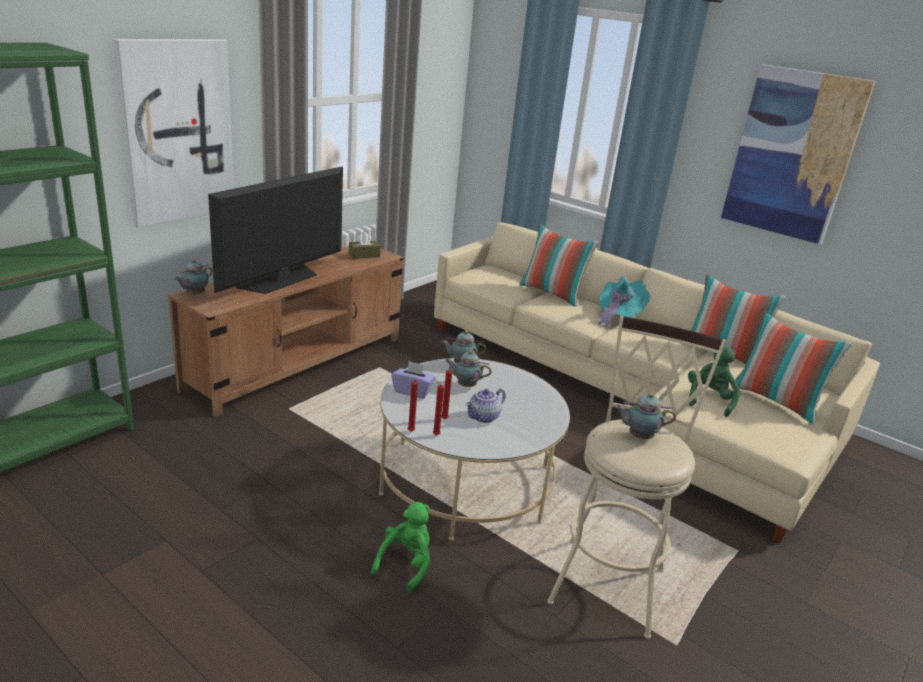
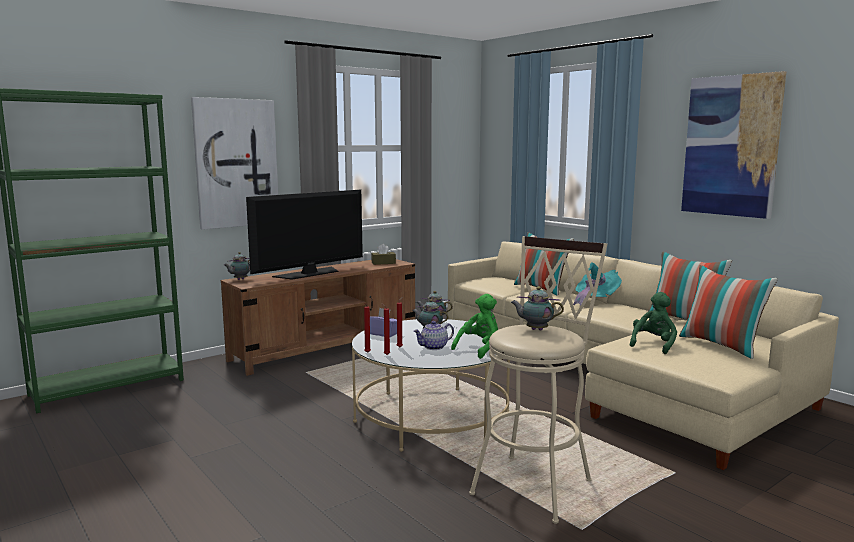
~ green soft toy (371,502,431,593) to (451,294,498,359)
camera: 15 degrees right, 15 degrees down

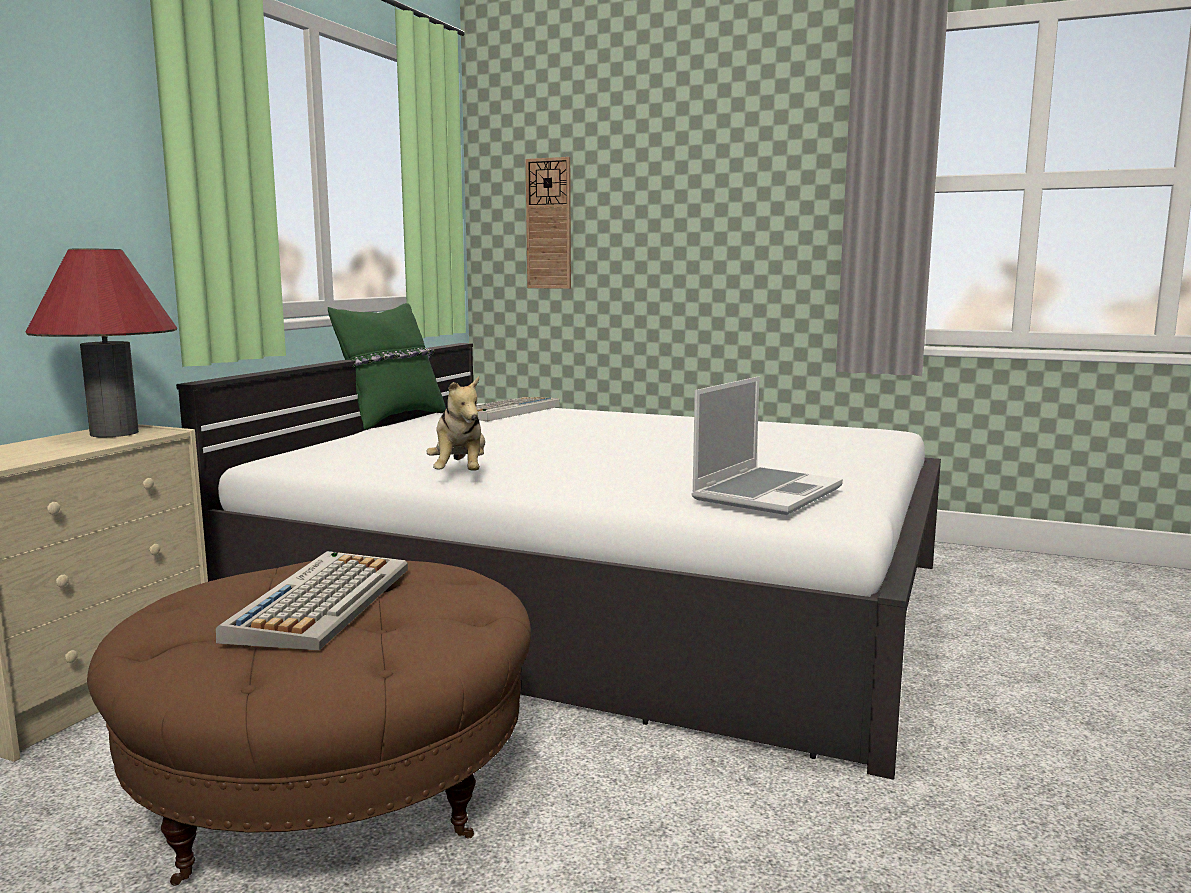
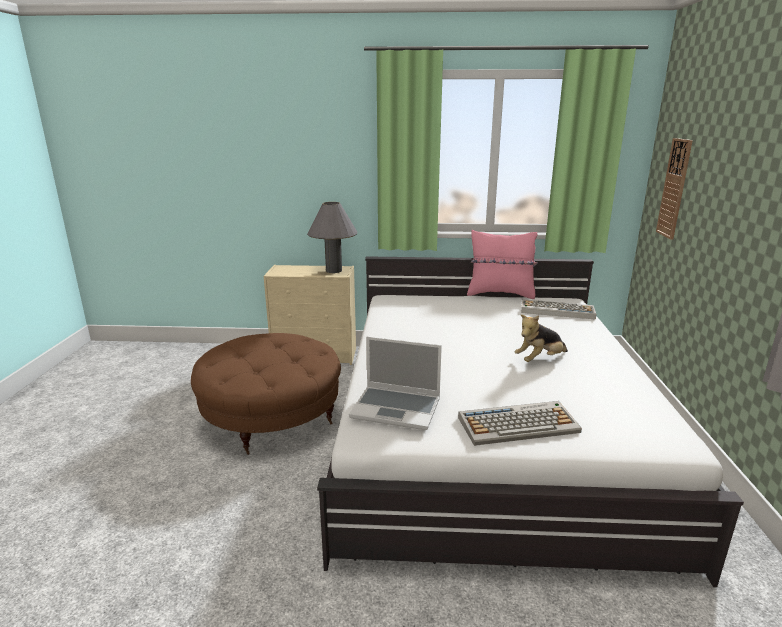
~ red-coloured tabletop lamp (26,249,177,437) to gray tabletop lamp (307,202,357,273)
~ keyboard (216,551,408,650) to (458,401,582,446)
~ green pillow (328,303,446,430) to pink-coloured pillow (467,230,538,299)
~ soft toy (426,377,485,471) to (515,315,568,362)
camera: 70 degrees right, 10 degrees up

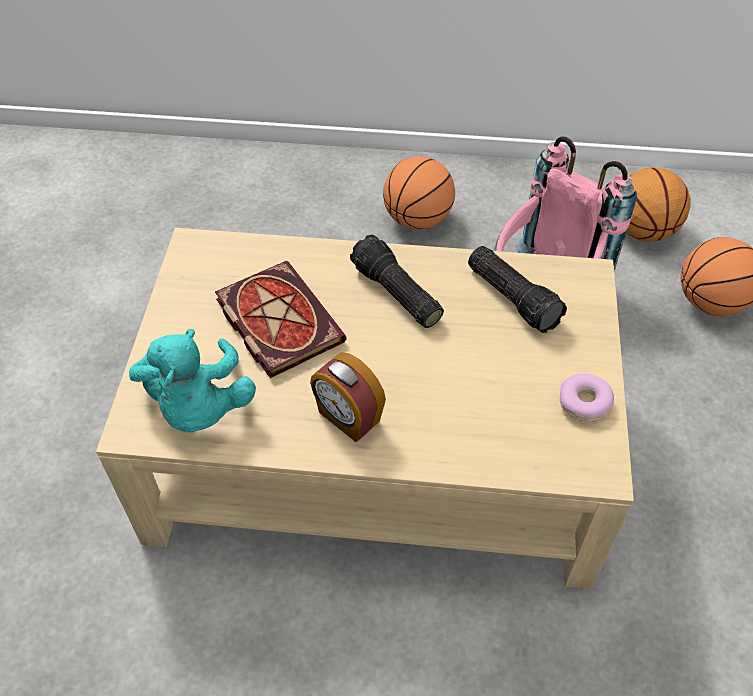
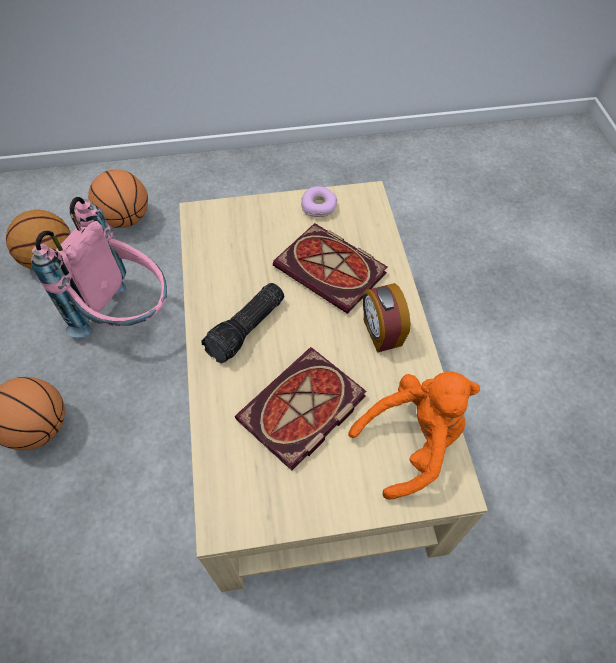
~ blue-green soft toy (129,329,256,432) to orange soft toy (348,372,480,499)
~ alarm clock (310,352,386,442) = (363,283,411,353) 135 degrees clockwise
- hand torch (468,246,567,333)
+ volume (273,223,387,314)
camera: 105 degrees left, 5 degrees up

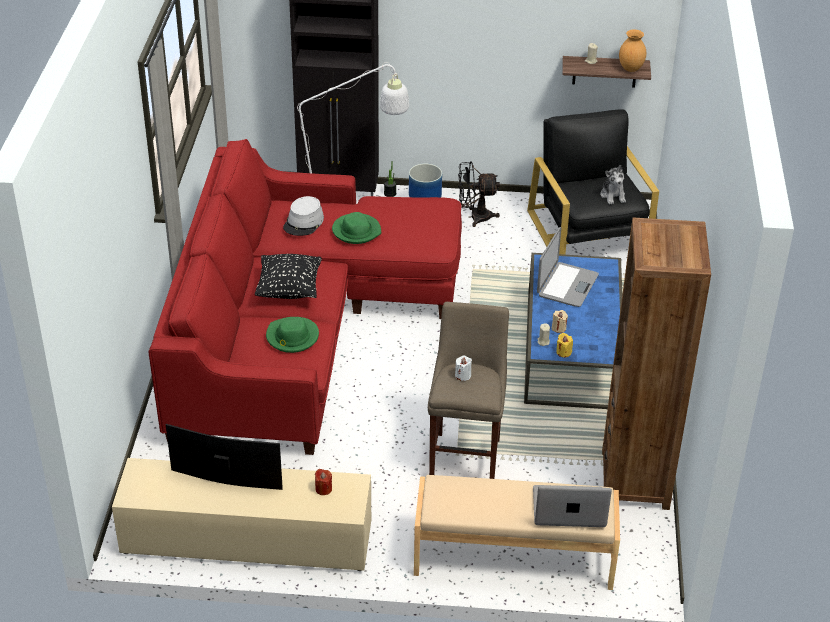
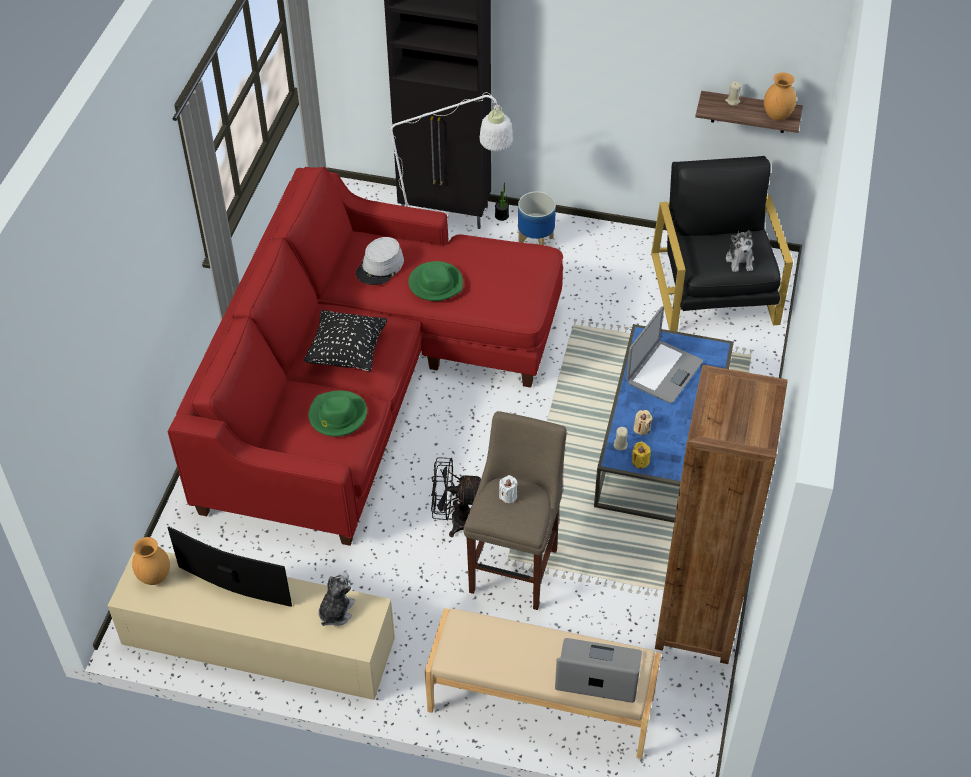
~ red-coloured wax light (315,469,332,495) to soft toy (318,572,355,626)
~ blackish fan (458,161,500,227) to (431,457,481,537)
+ brownish flower vase (132,537,170,585)
camera: 10 degrees right, 10 degrees up

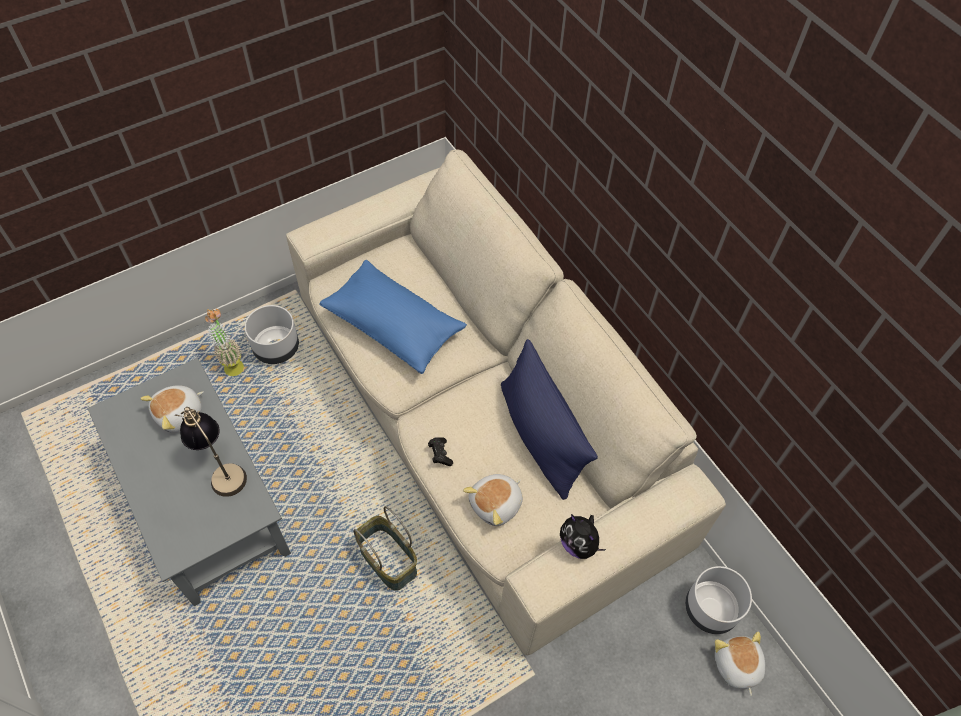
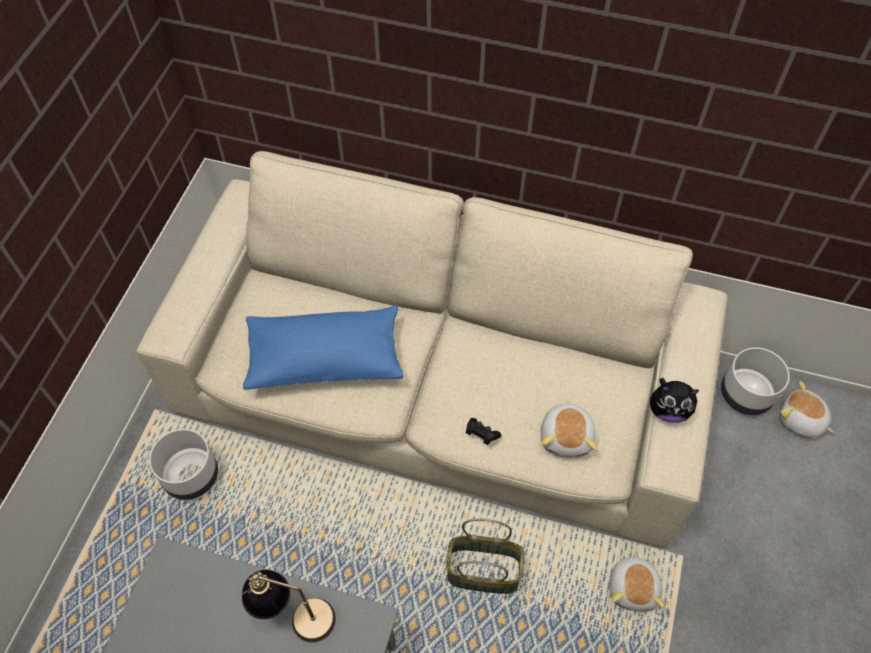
~ soft toy (140,385,204,433) to (609,552,665,611)
- potted plant (205,309,244,376)
- bluish pillow (501,339,598,500)
camera: 40 degrees left, 0 degrees up

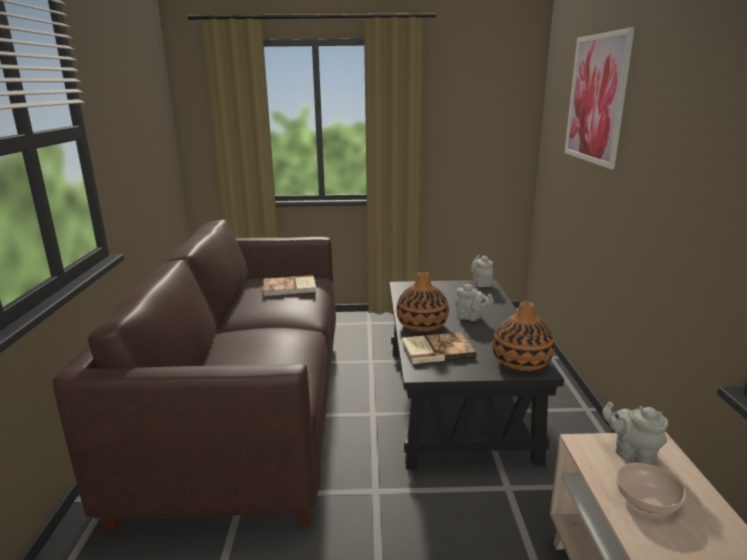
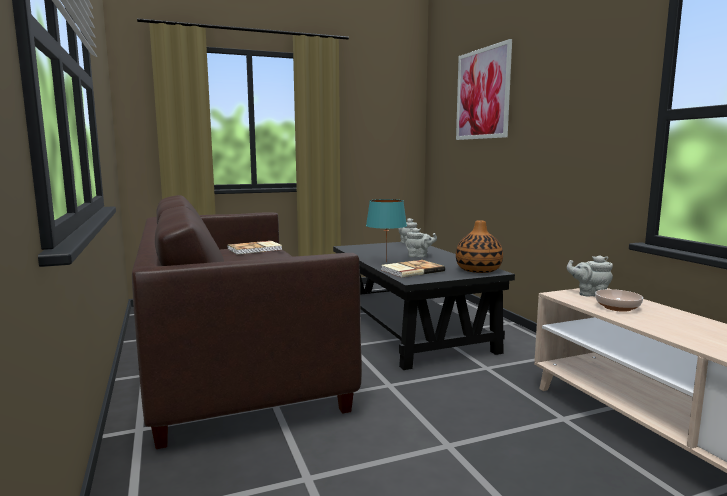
~ flower vase (397,272,449,332) to blue-green tabletop lamp (366,199,407,257)
camera: 20 degrees left, 10 degrees down

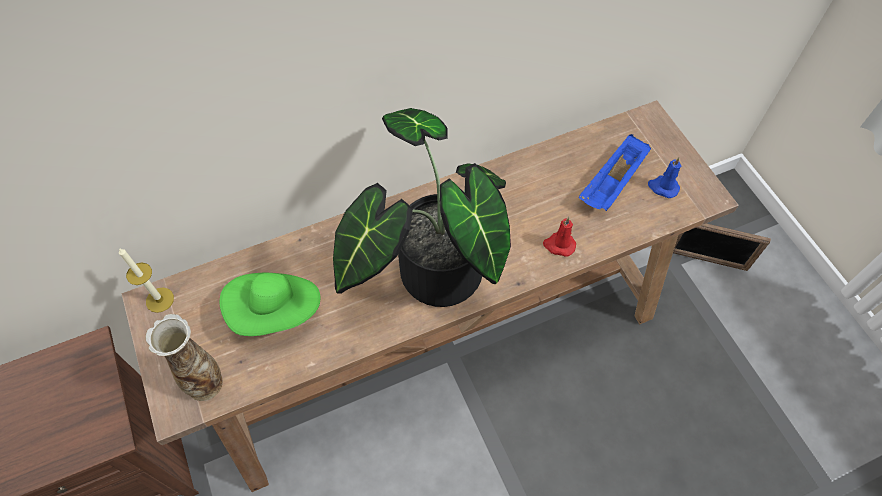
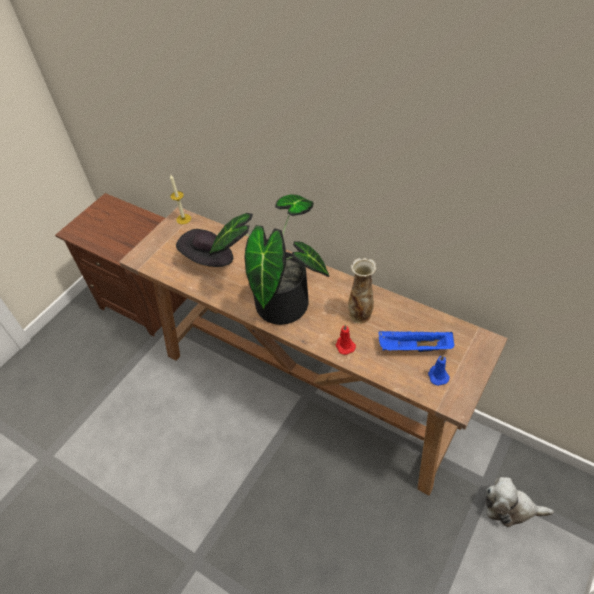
~ flower vase (145,314,223,401) to (348,258,377,324)
~ green hat (220,273,320,336) to blackish hat (176,229,233,267)
~ picture frame (673,223,771,271) to soft toy (486,477,554,527)
camera: 60 degrees right, 10 degrees down

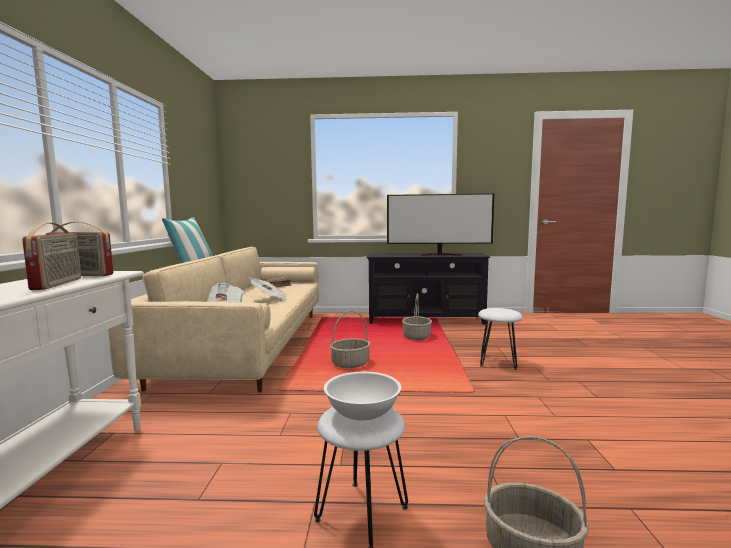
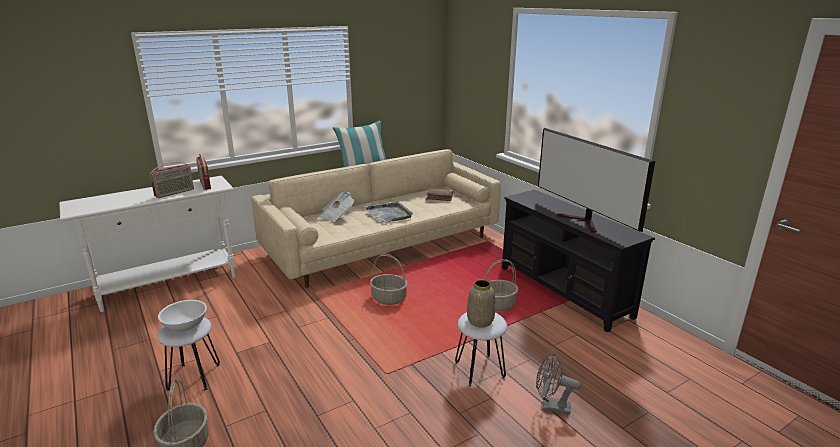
~ printed paper (249,277,287,300) to gray serving tray (364,201,413,223)
+ flower vase (467,280,496,328)
+ gray fan (536,353,581,415)
camera: 55 degrees right, 15 degrees up

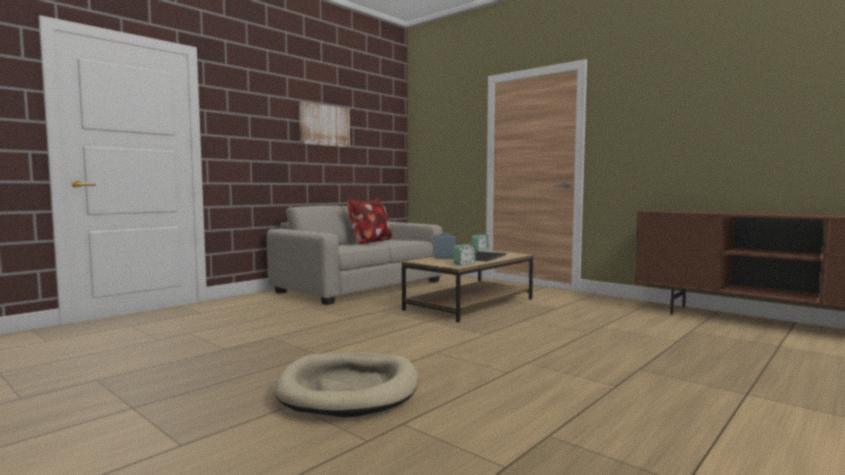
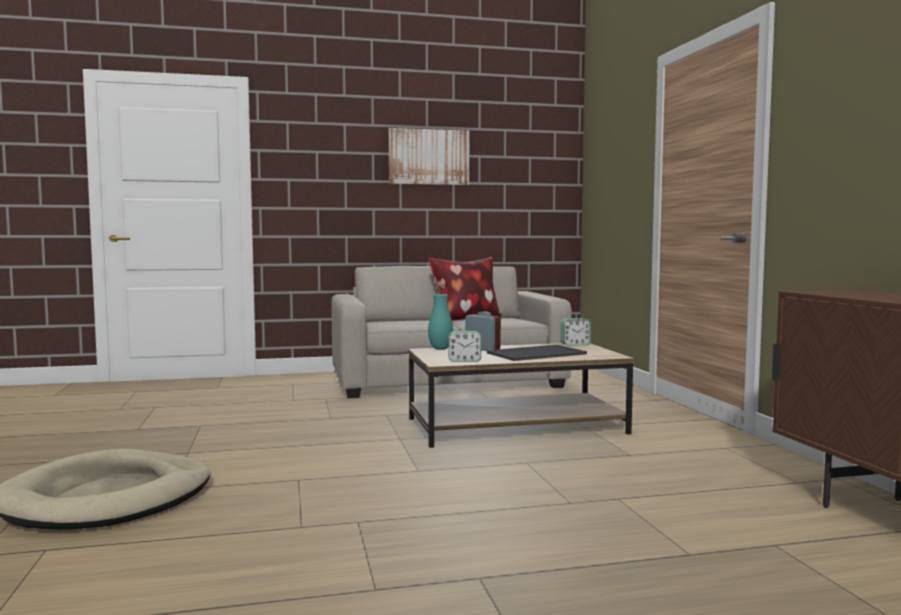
+ blue-green flower vase (428,294,453,350)
camera: 35 degrees right, 0 degrees up

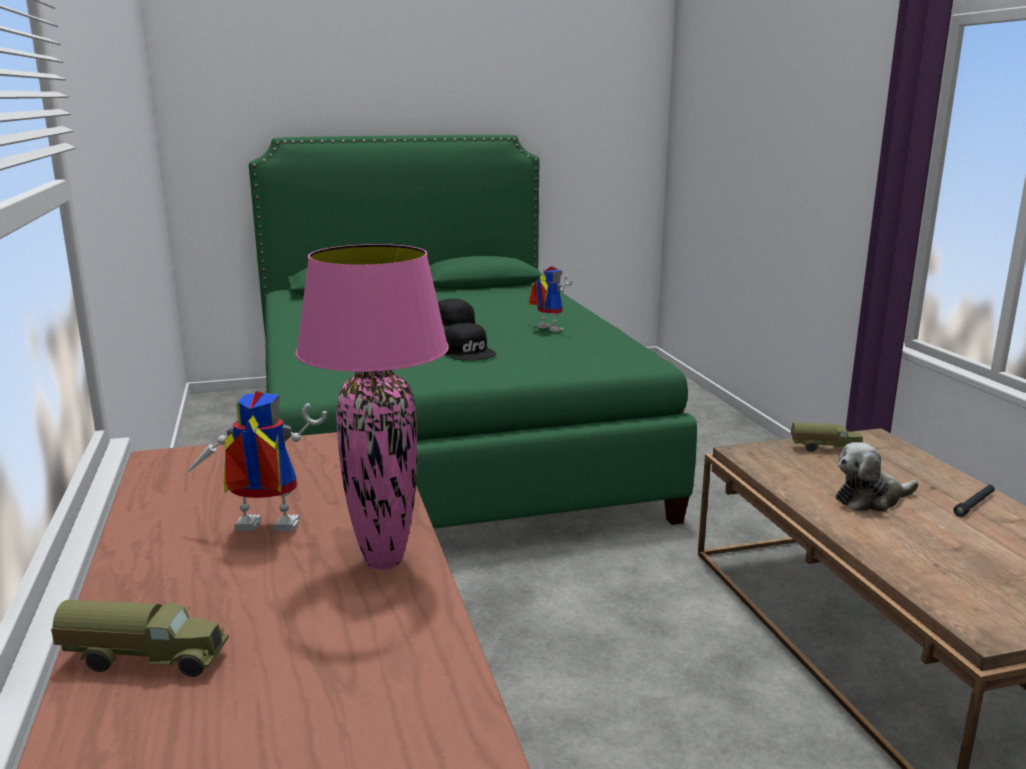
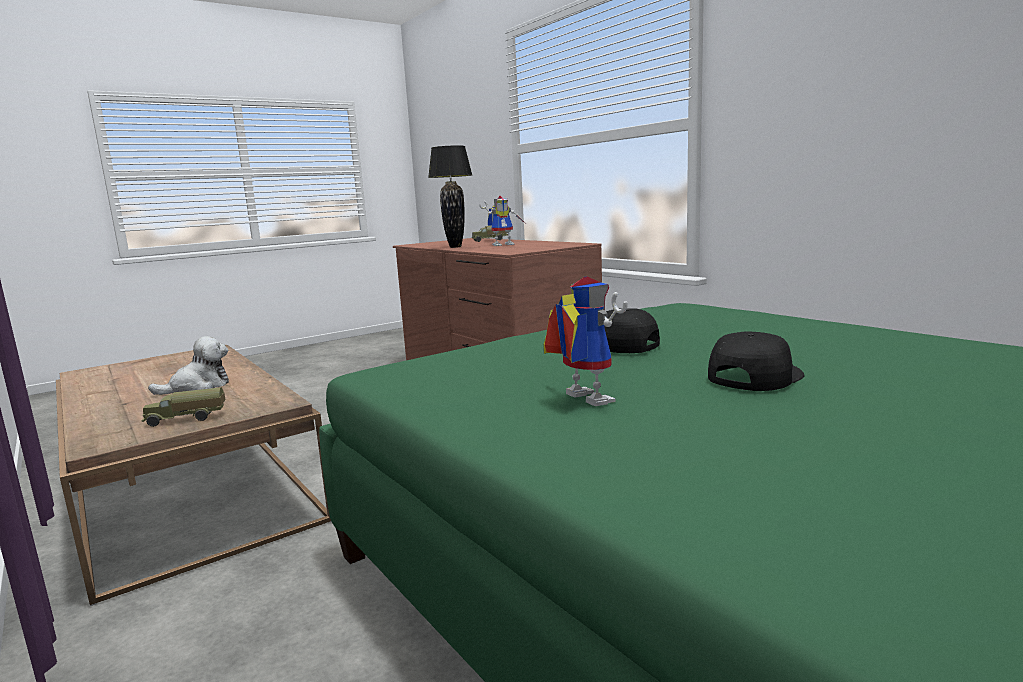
~ pink-coloured tabletop lamp (295,244,449,570) to blackish tabletop lamp (428,145,472,248)
~ model robot (528,266,572,332) = (543,276,628,406) 150 degrees counterclockwise
- blackish hand torch (953,485,995,517)
camera: 160 degrees right, 5 degrees down

